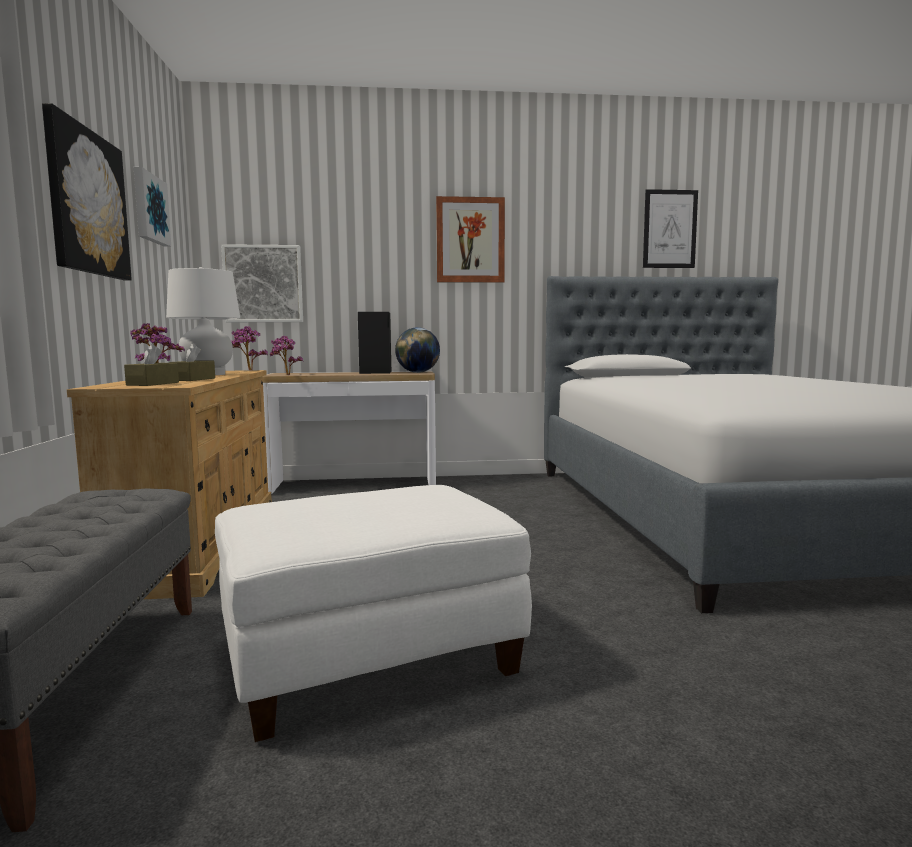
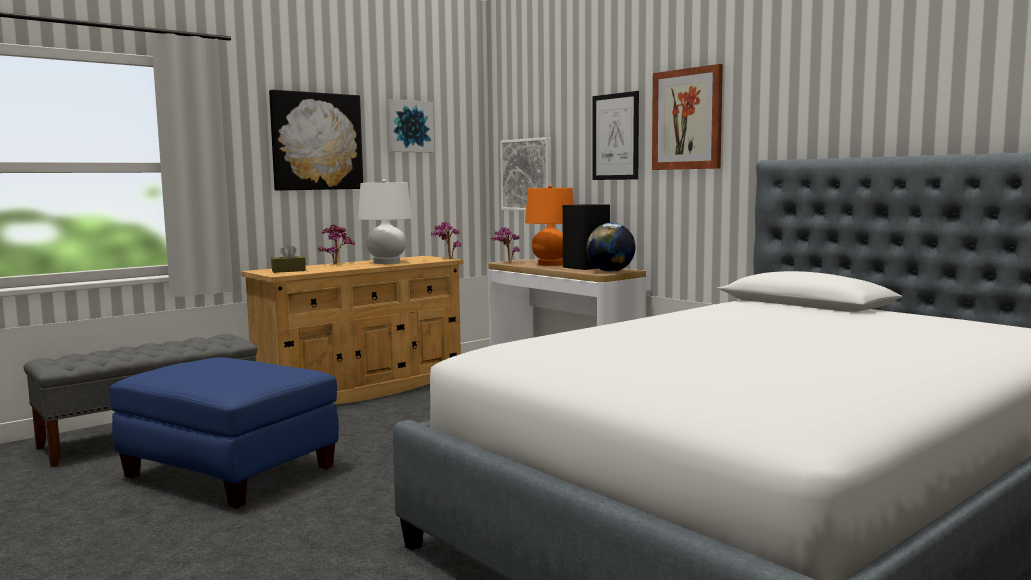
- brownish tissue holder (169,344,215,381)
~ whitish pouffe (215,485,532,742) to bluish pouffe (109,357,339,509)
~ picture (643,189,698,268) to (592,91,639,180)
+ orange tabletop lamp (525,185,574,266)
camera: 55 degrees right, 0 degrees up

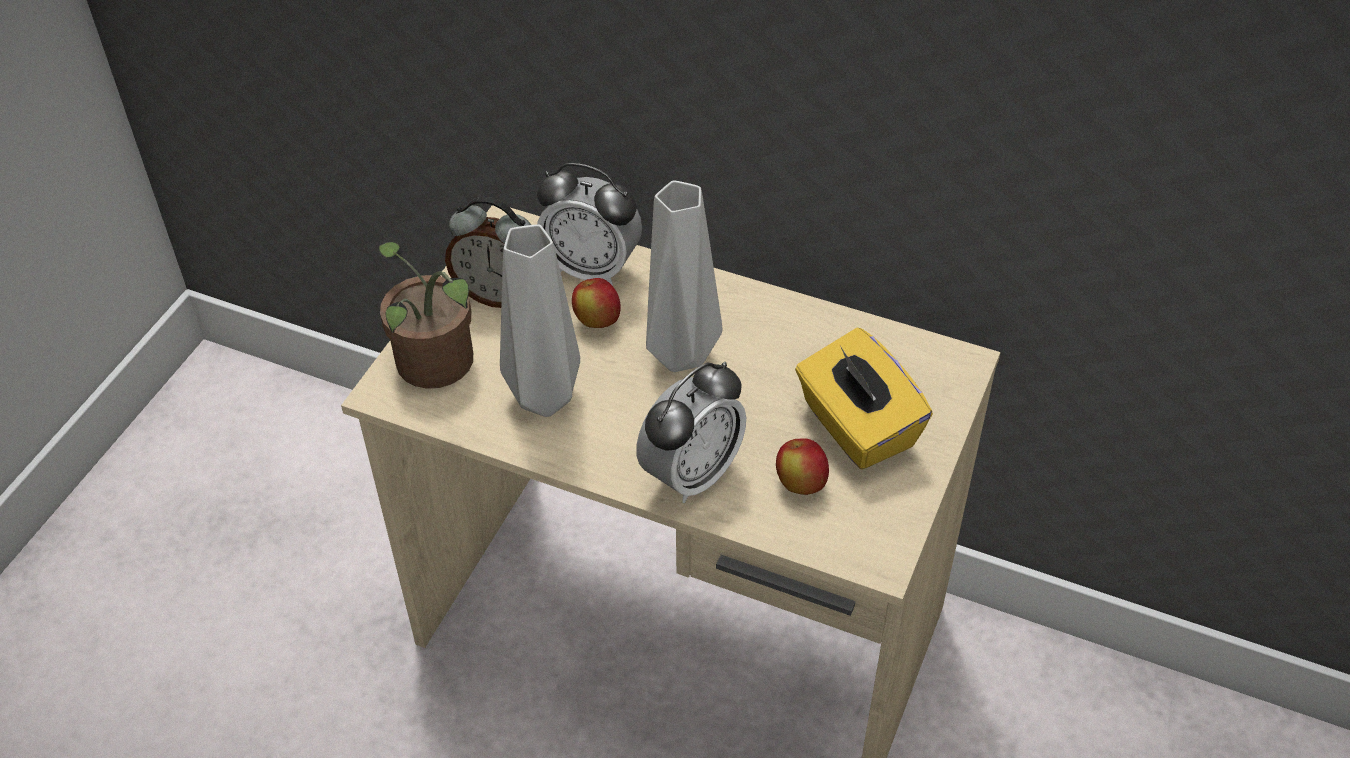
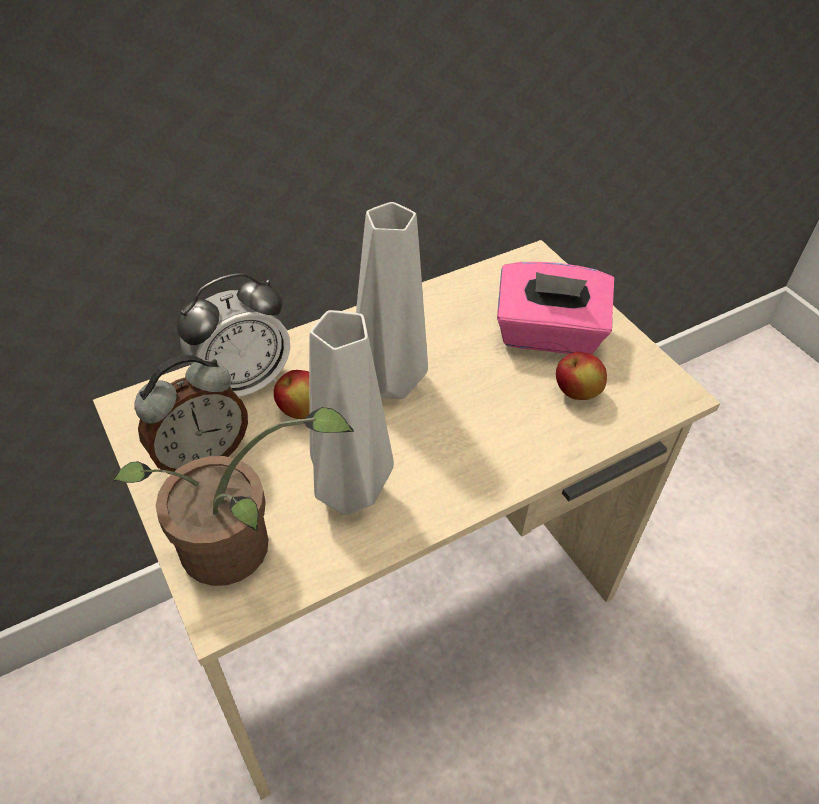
- alarm clock (636,362,746,503)
~ yellowish tissue holder (795,328,933,470) to pink-coloured tissue holder (497,262,614,354)
camera: 55 degrees left, 0 degrees up

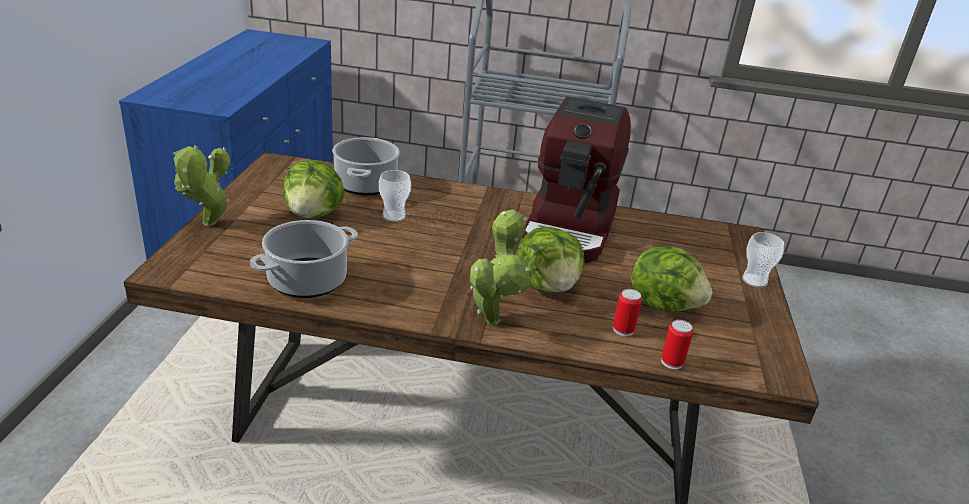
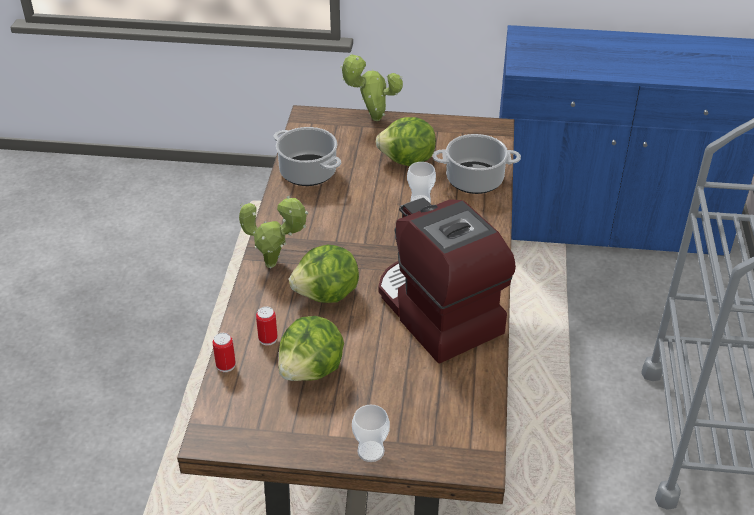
~ coffee machine (522,97,631,263) = (378,198,516,363) 45 degrees clockwise
camera: 90 degrees right, 10 degrees up

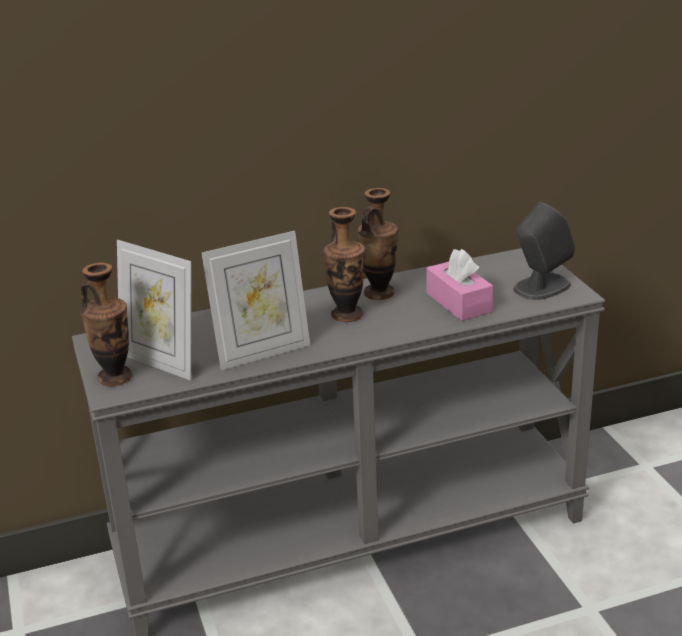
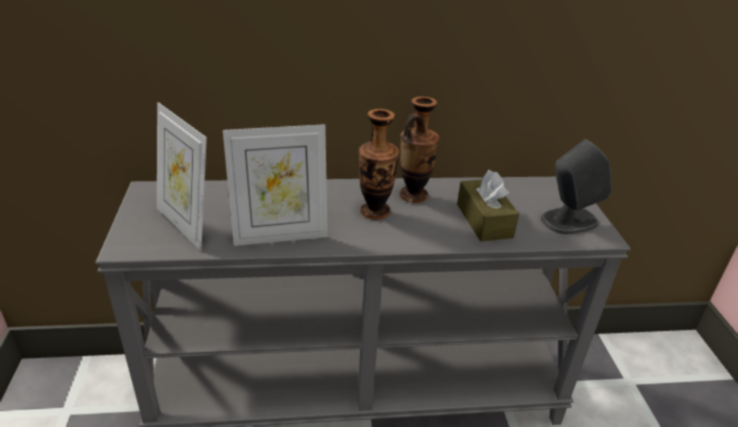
- flower vase (80,263,132,386)
~ pink-coloured tissue holder (427,249,493,321) to brownish tissue holder (457,170,519,241)
camera: 10 degrees right, 5 degrees up

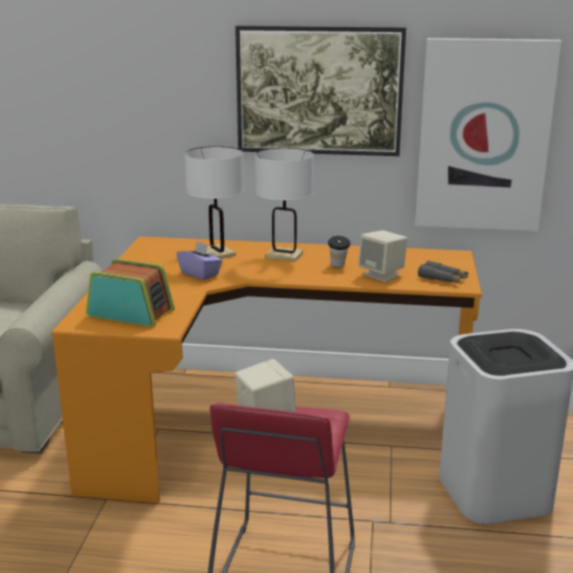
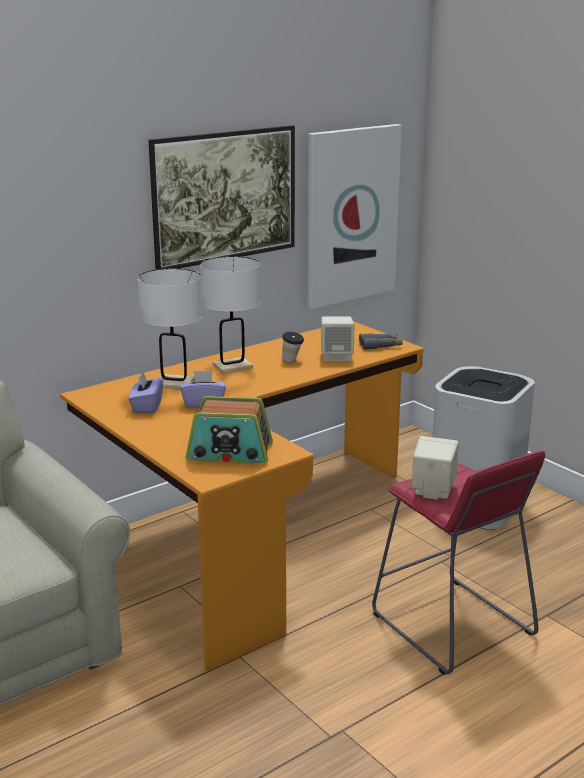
~ radio set (86,259,174,327) = (186,396,273,464) 150 degrees counterclockwise
+ purple-coloured tissue holder (128,372,163,413)
camera: 45 degrees left, 0 degrees up

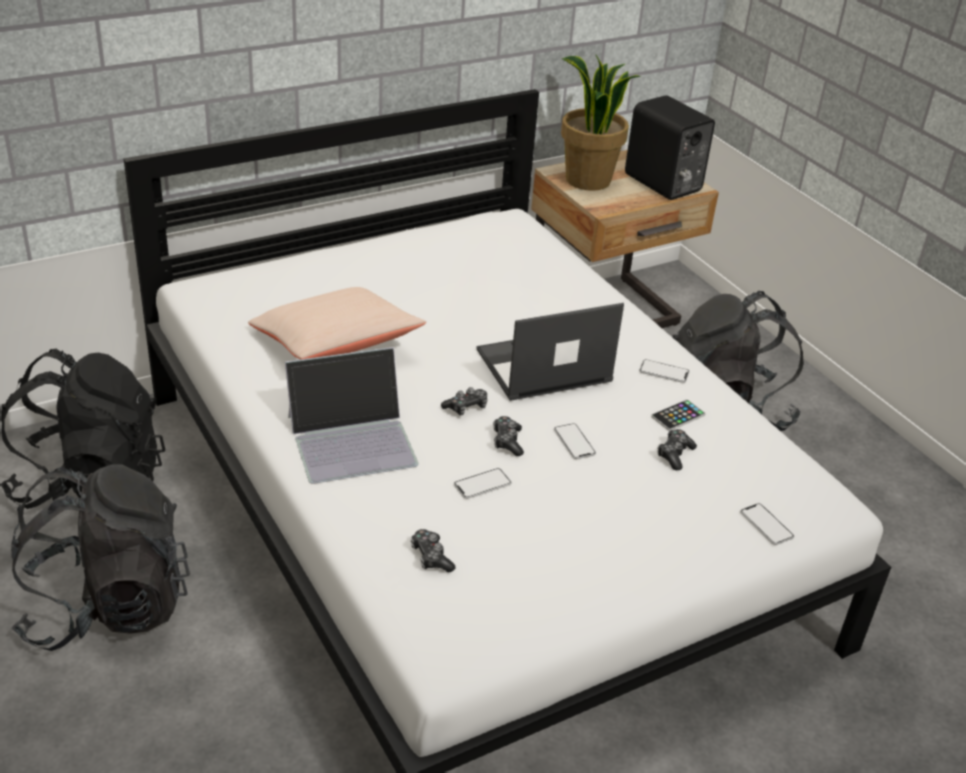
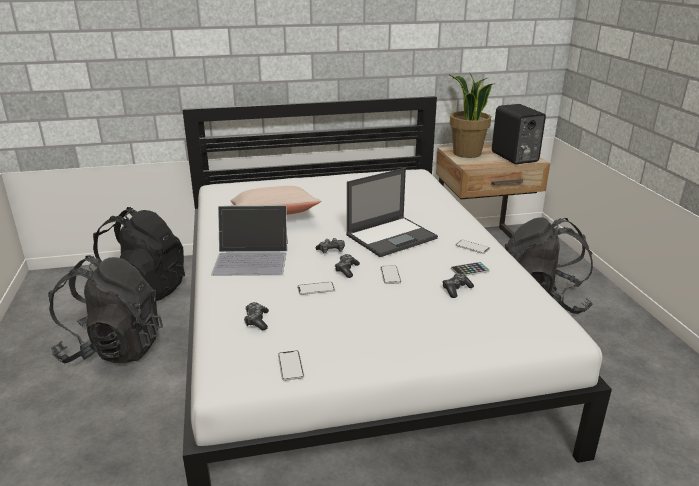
~ notebook computer (476,303,624,401) = (346,168,438,257) 150 degrees clockwise
~ phone (740,503,794,545) to (278,350,304,381)
camera: 20 degrees right, 10 degrees down

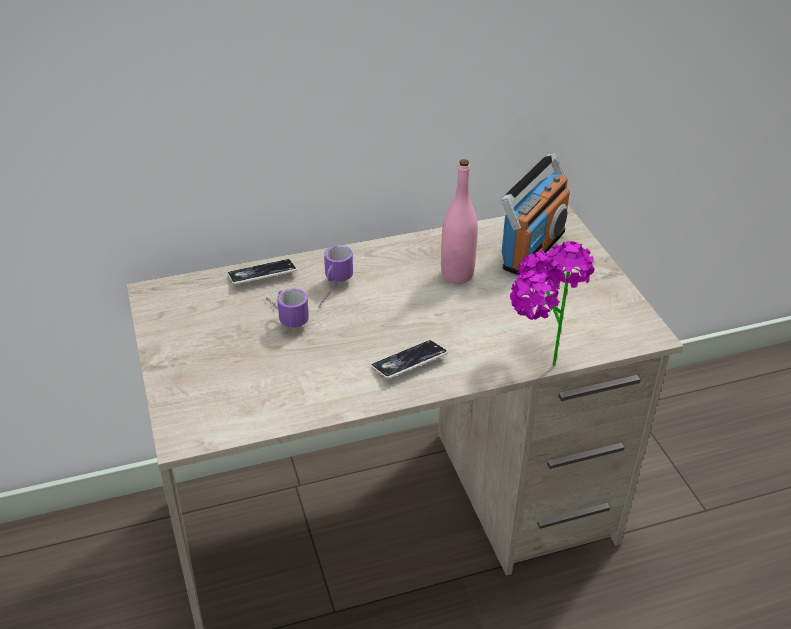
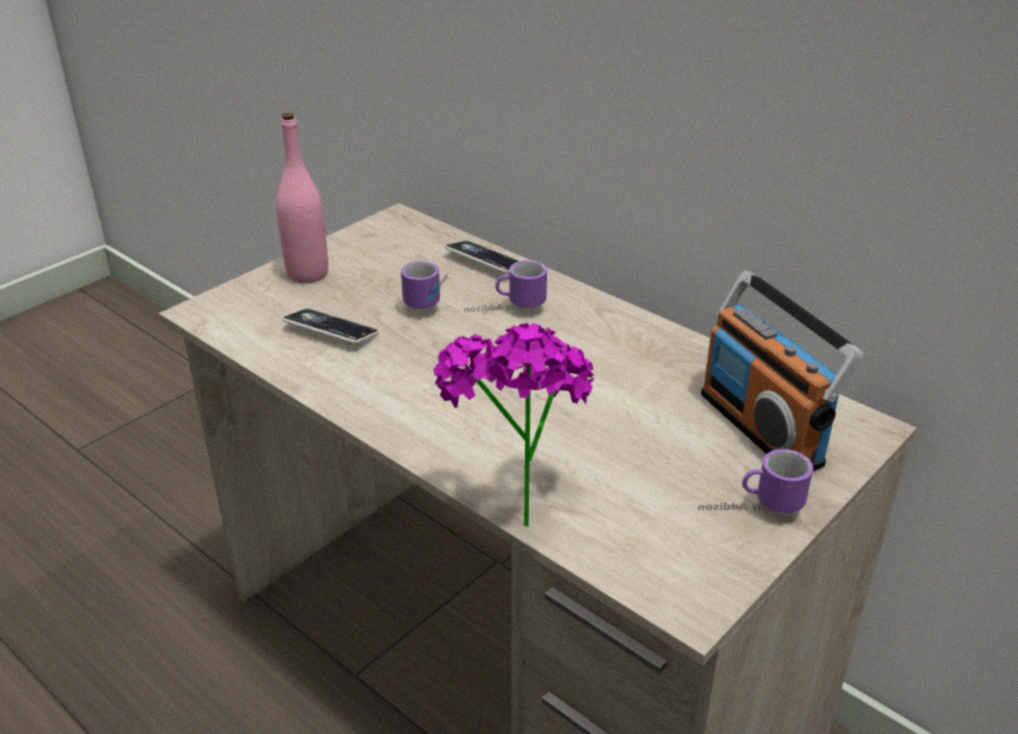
~ phone (371,340,448,379) to (283,309,379,344)
~ pink-coloured drink bottle (441,159,478,284) to (277,112,328,283)
~ radio set (501,153,570,275) = (701,270,863,471) 60 degrees clockwise
+ tea mug (698,449,813,513)
camera: 60 degrees right, 5 degrees down

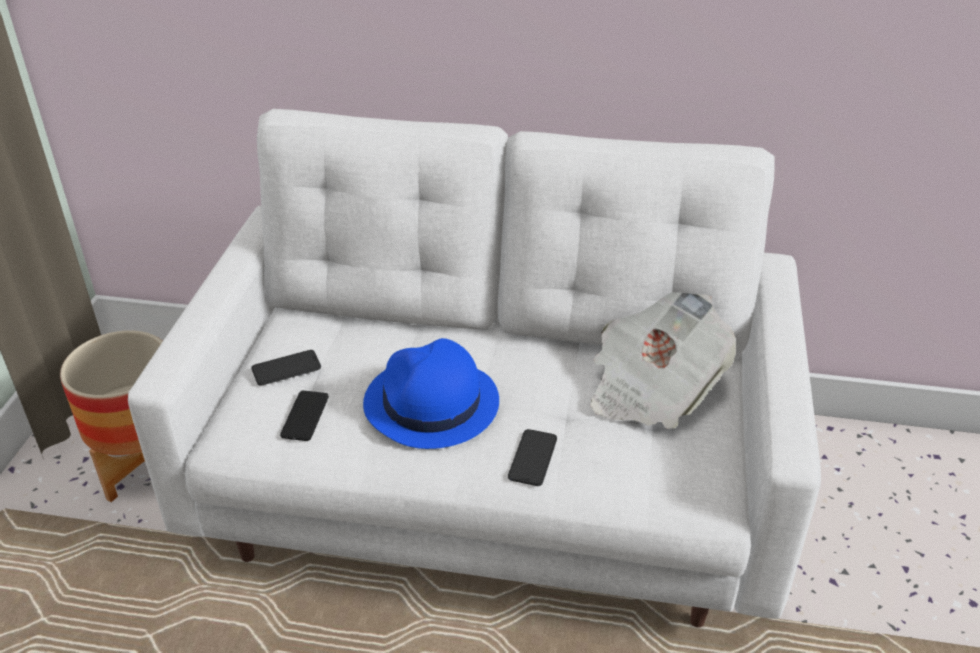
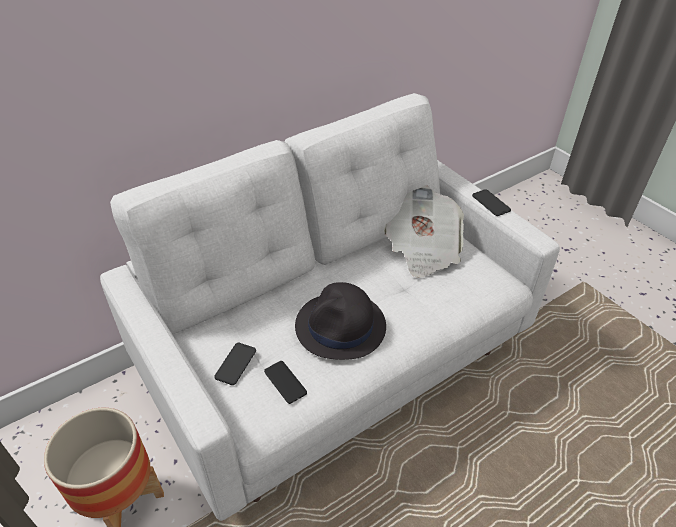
~ bluish hat (363,338,499,449) to blackish hat (295,282,386,360)
~ phone (508,429,557,486) to (472,189,511,216)
camera: 45 degrees left, 5 degrees up

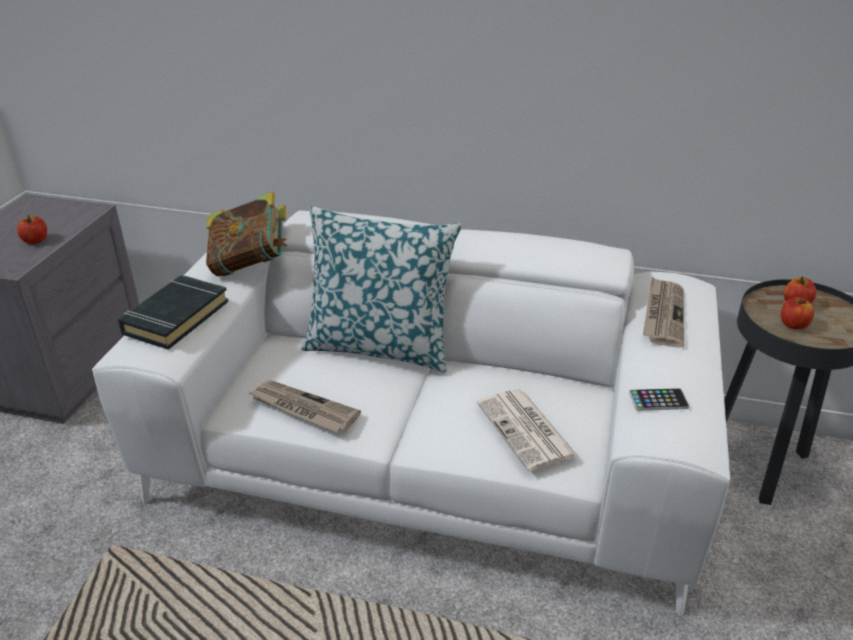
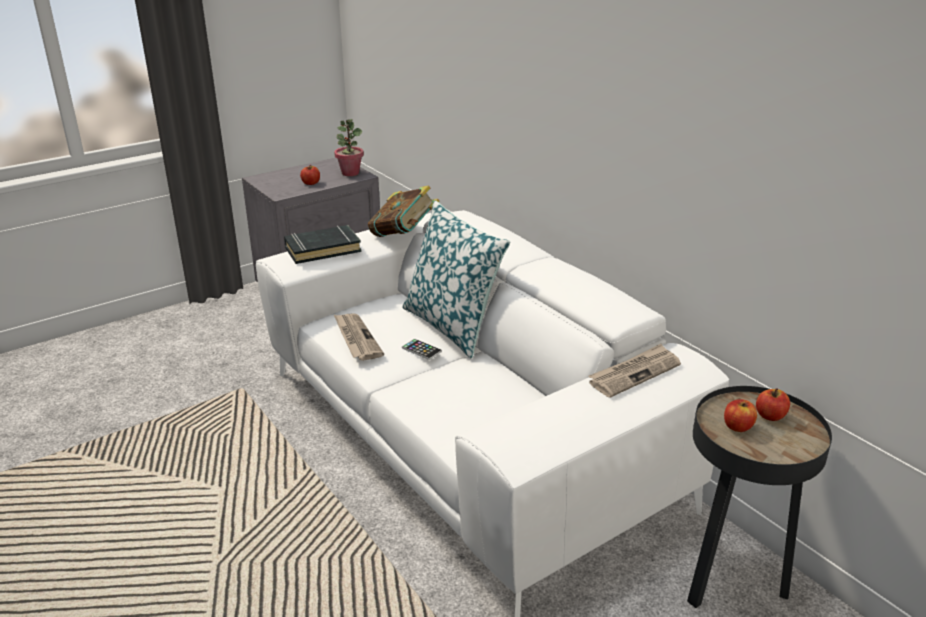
- printed paper (477,389,579,472)
~ phone (629,388,689,411) to (402,339,442,360)
+ potted plant (334,119,364,176)
camera: 40 degrees right, 5 degrees down

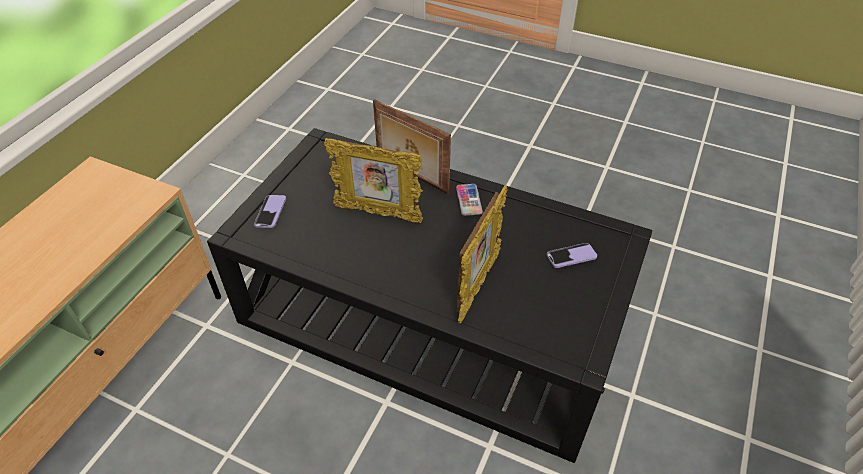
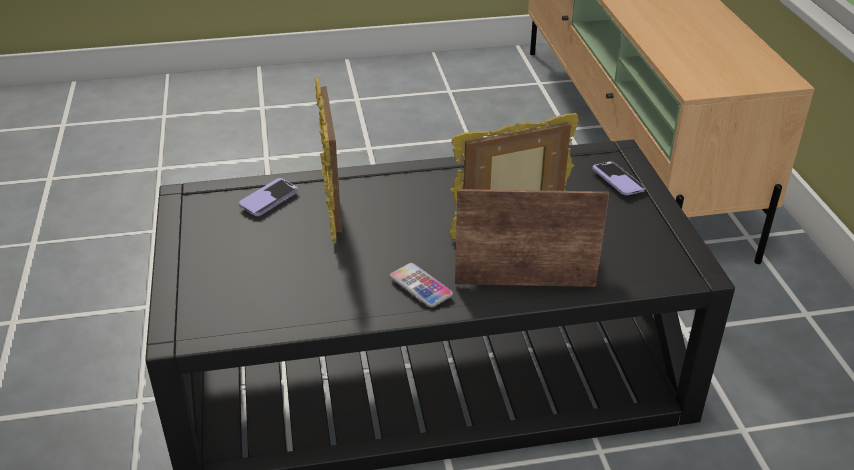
~ phone (547,243,597,268) to (239,178,298,216)
camera: 145 degrees right, 10 degrees down

